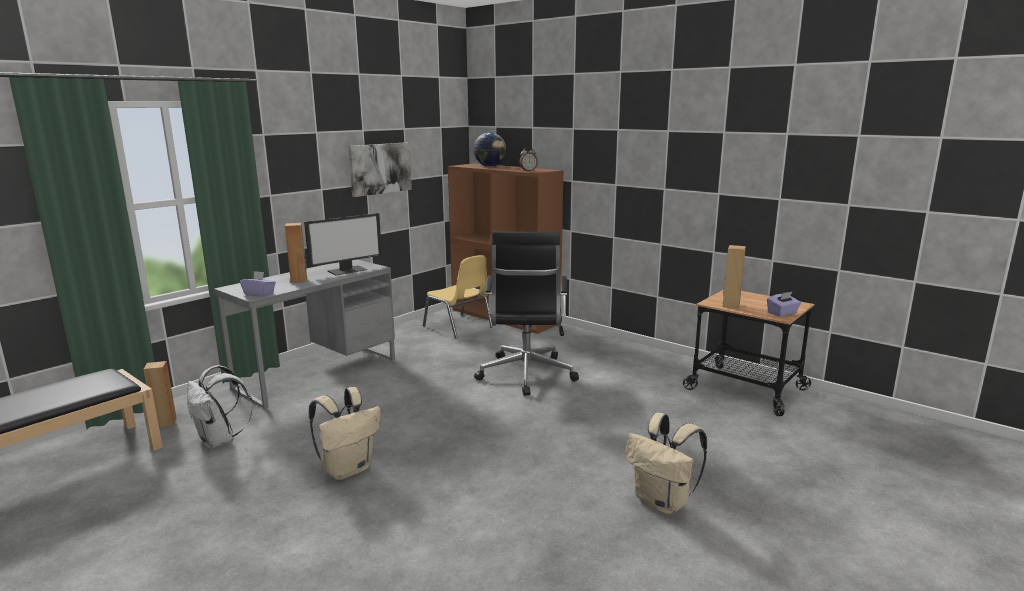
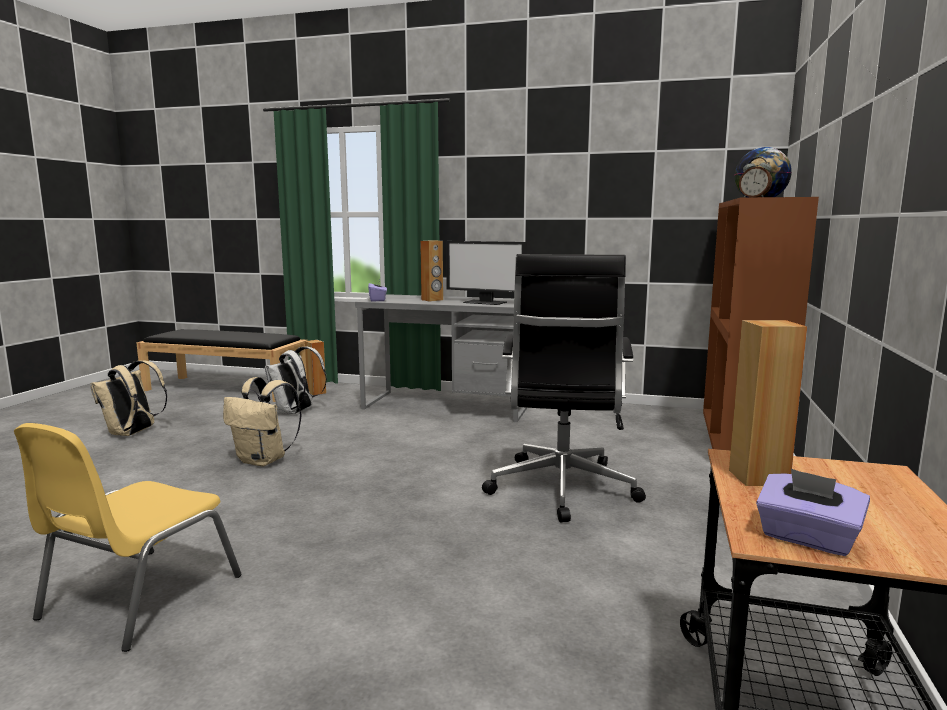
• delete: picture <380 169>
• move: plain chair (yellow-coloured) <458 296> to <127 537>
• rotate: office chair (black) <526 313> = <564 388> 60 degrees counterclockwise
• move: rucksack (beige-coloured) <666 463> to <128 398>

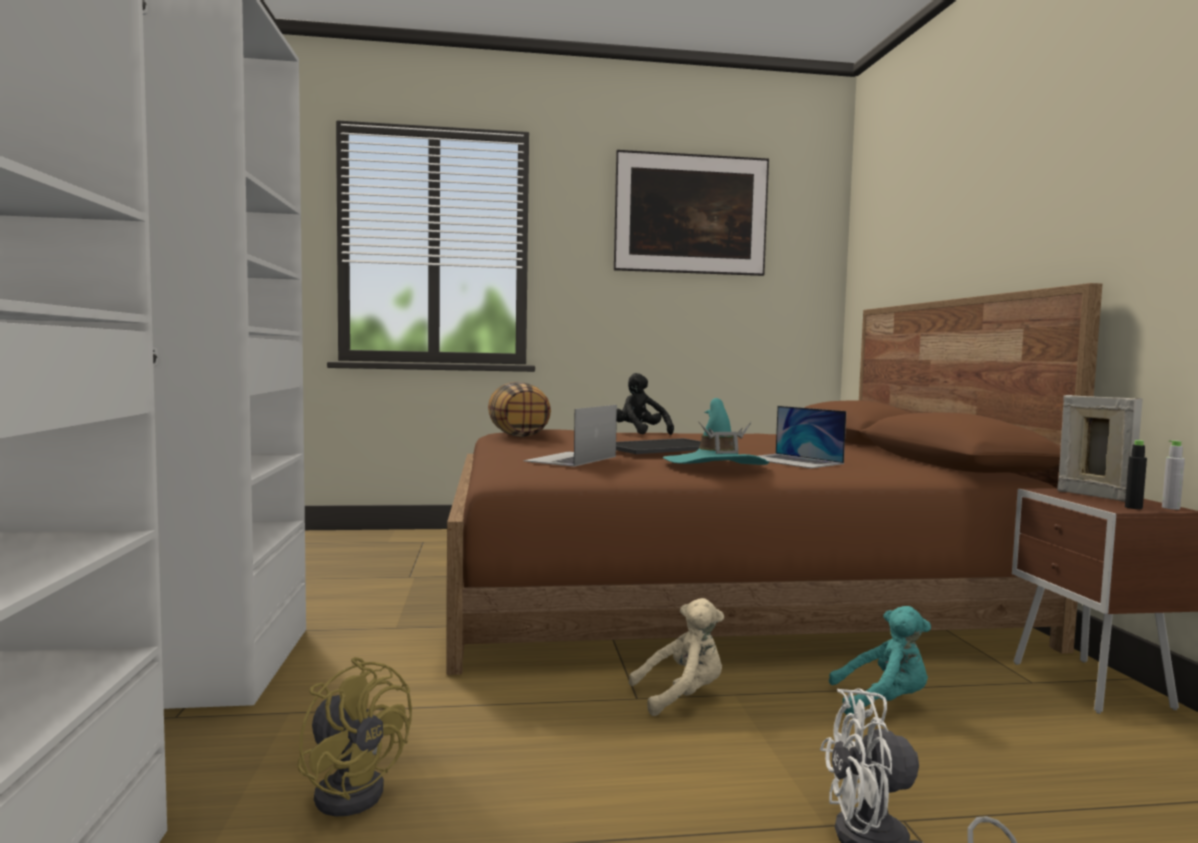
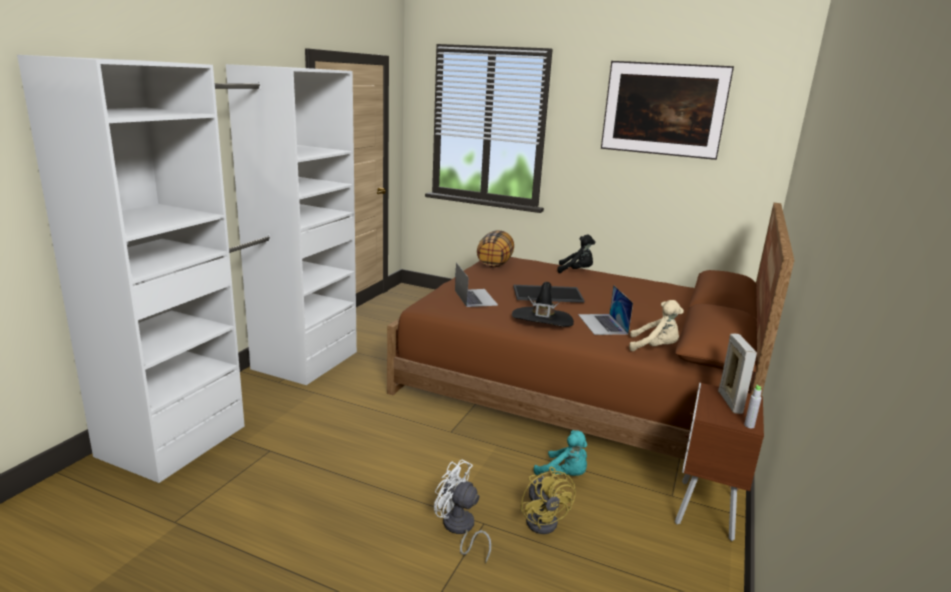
• move: electric fan (yellow-coloured) <354 736> to <548 500>
• rotate: portable computer <570 436> = <476 285> 105 degrees clockwise
• rotate: soft toy (black) <645 404> = <576 254> 105 degrees clockwise
• move: soft toy (beige-coloured) <676 657> to <656 325>
• recolor: hat (turquoise) <716 431> to hat (black) <543 304>
• delete: beverage bottle (black) <1136 474>

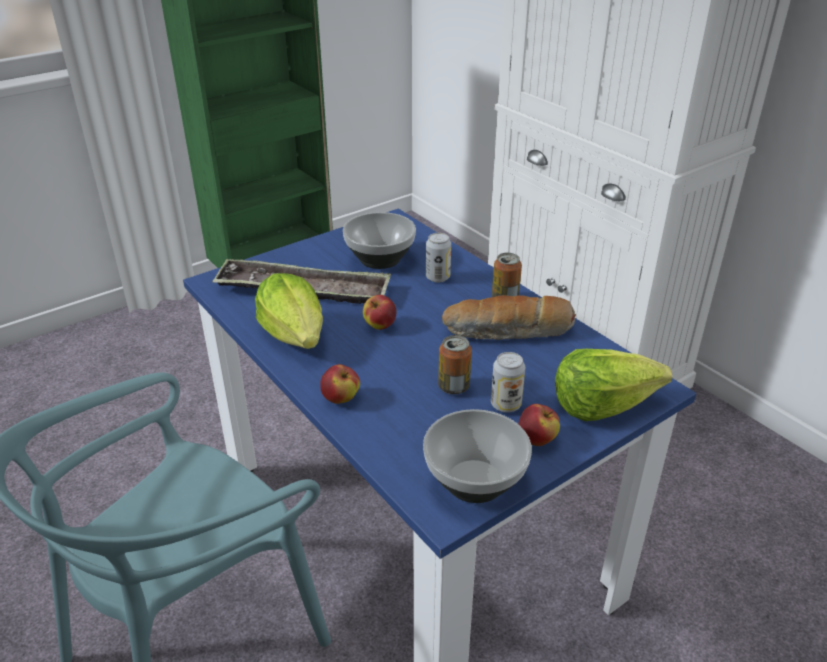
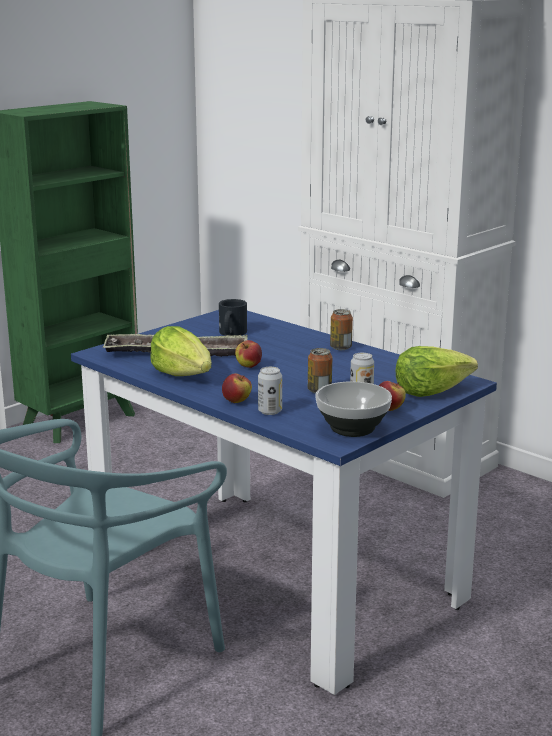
• replace: deep dish <379 240> to coffee mug (black) <233 317>
• move: can <438 257> to <270 391>
• delete: bakery bread <509 317>

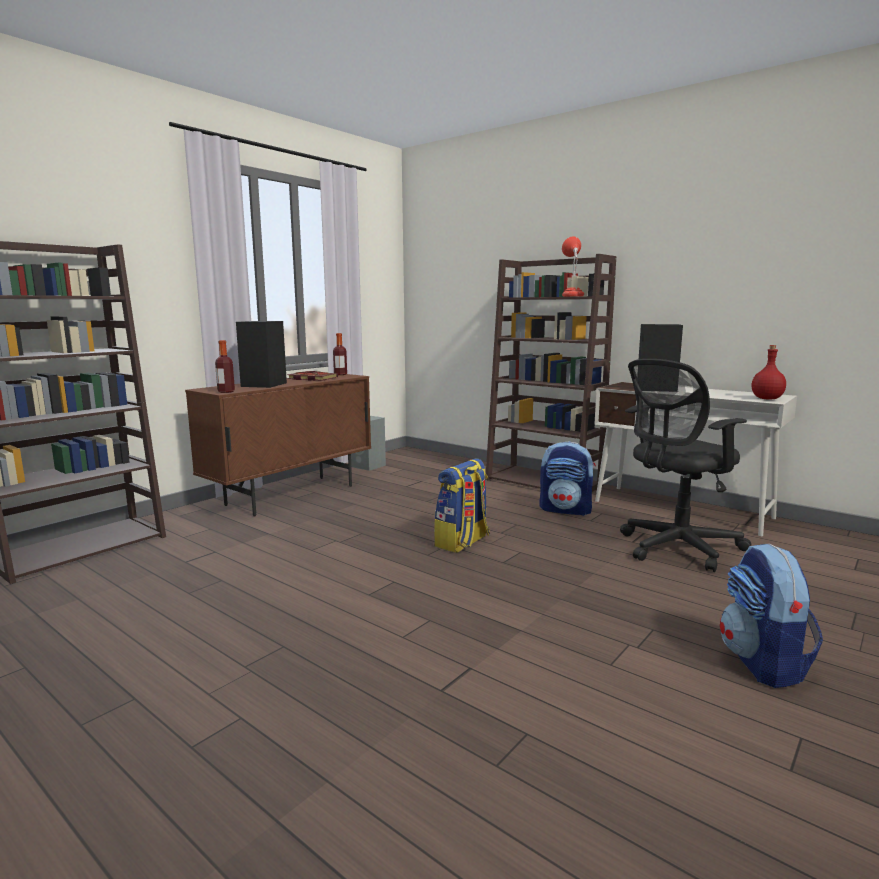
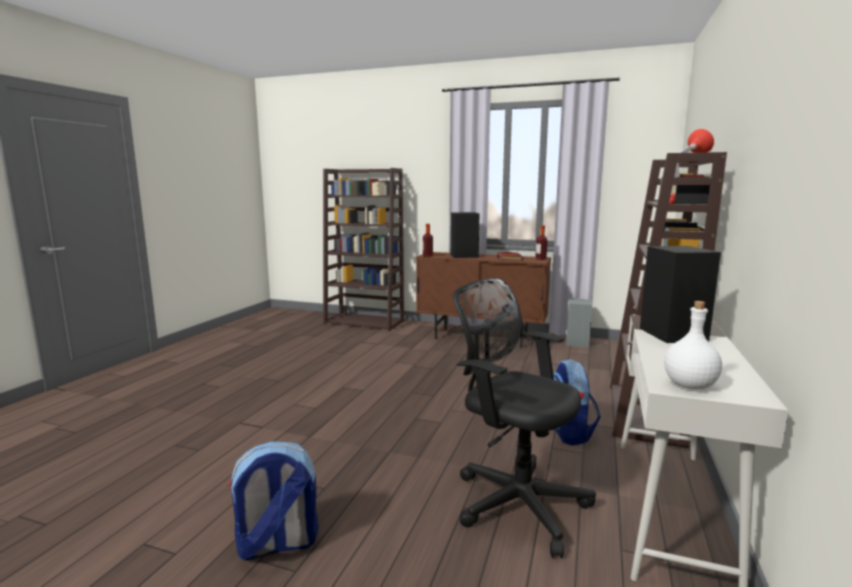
• delete: rucksack <462 505>
• recolor: beverage bottle (reddish) <769 372> to beverage bottle (whitish) <693 345>

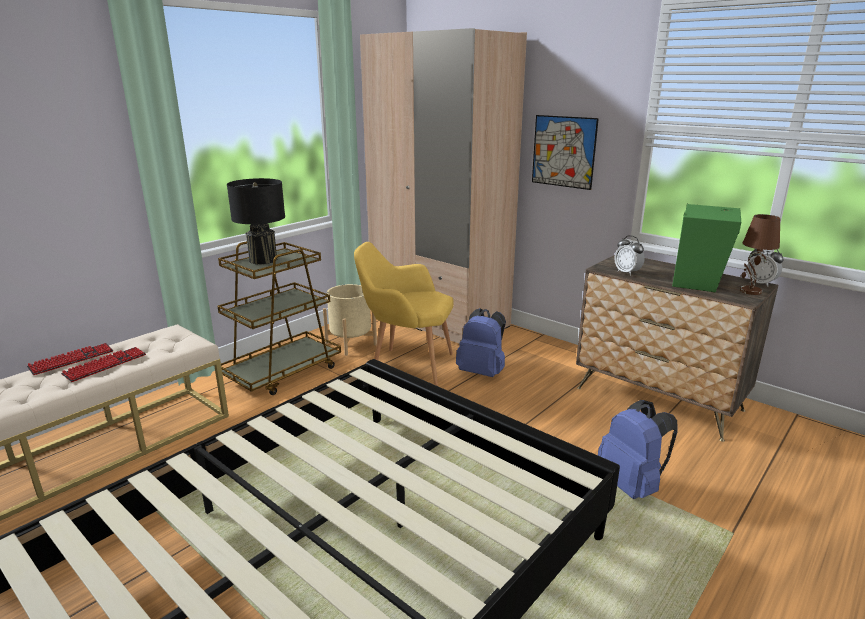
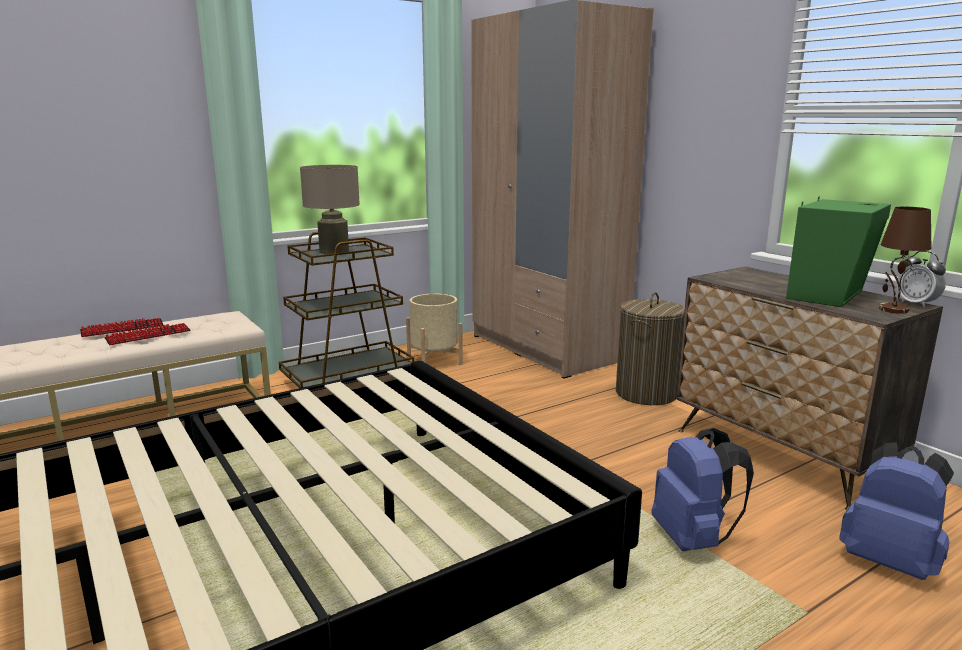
• recolor: table lamp (black) <256 221> to table lamp (beige-coloured) <330 209>
• delete: easy chair (yellow-coloured) <404 314>
• move: rucksack (blue) <481 342> to <896 511>
• delete: picture <565 152>
• delete: bedside clock <629 255>
• insert: laundry basket <650 348>

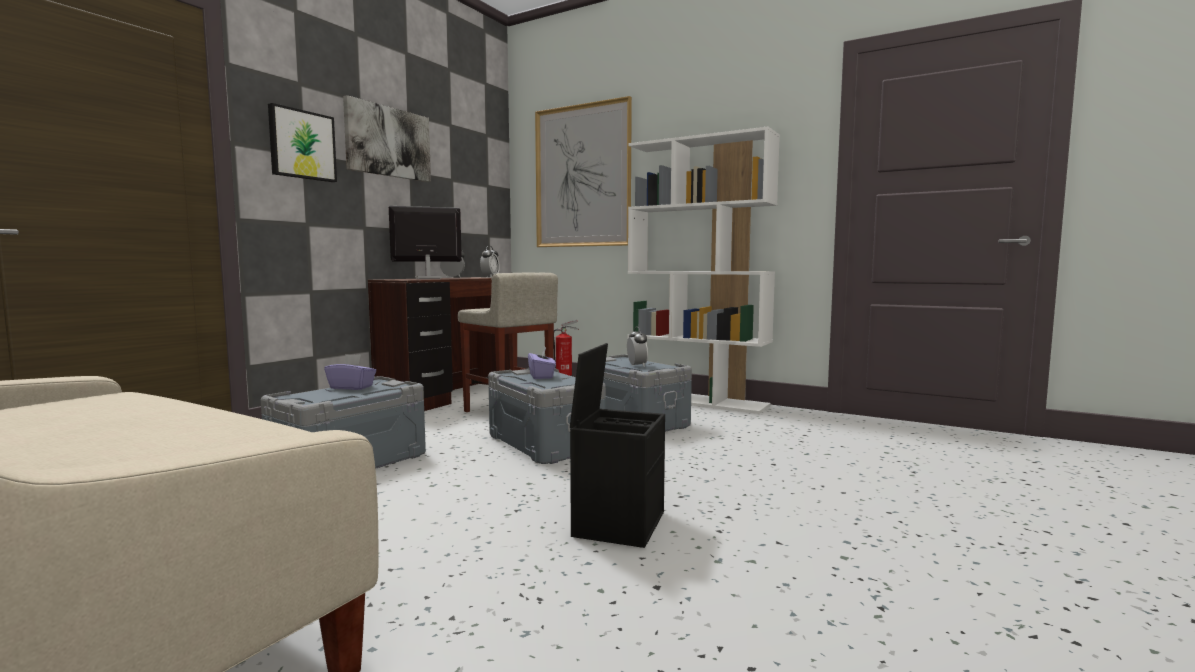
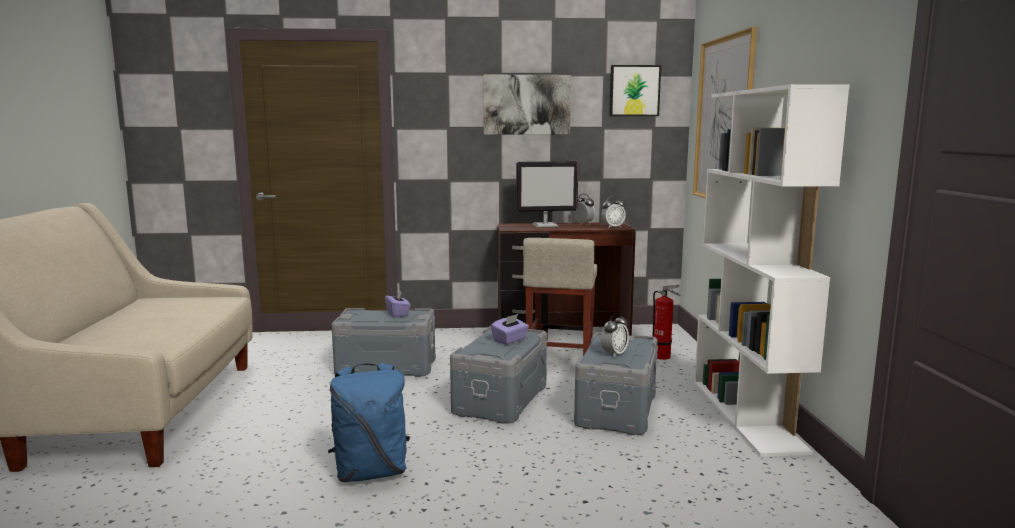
• move: picture <302 142> to <635 90>
• rotate: computer display <425 242> = <547 194> 135 degrees clockwise
• replace: storage container (black) <617 445> to rucksack (blue) <369 422>

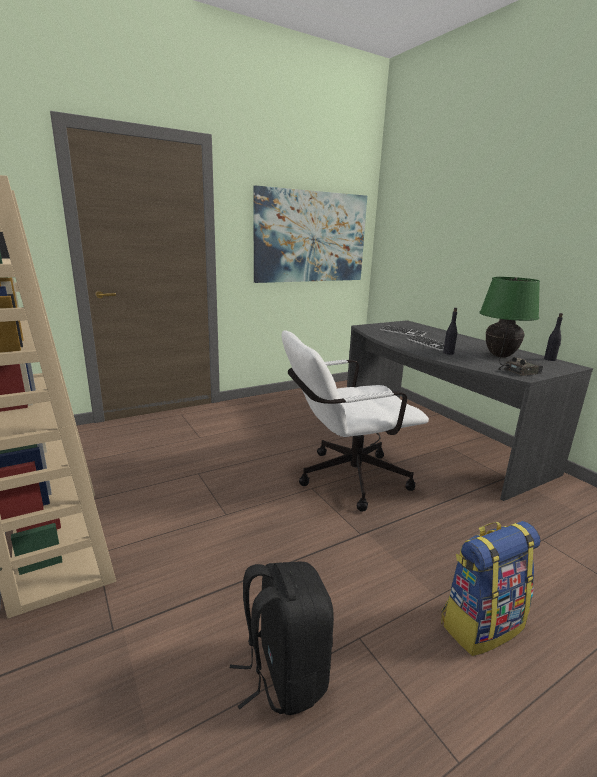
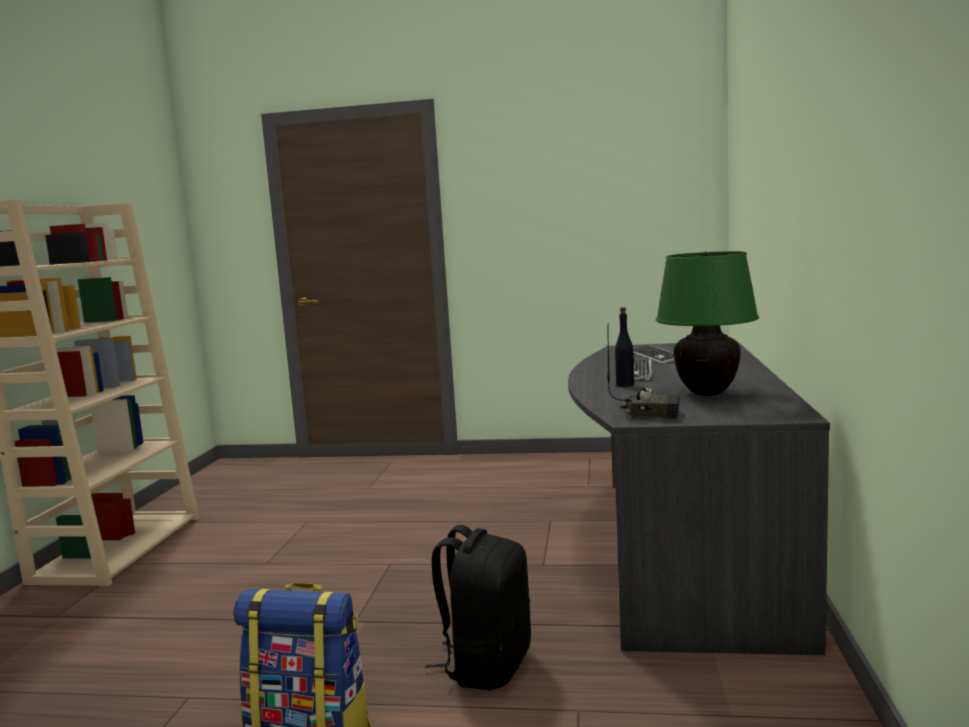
• move: rucksack (black) <282 638> to <478 607>
• delete: picture <310 234>
• delete: office chair (whitish) <355 421>
• delete: beverage bottle (black) <553 337>

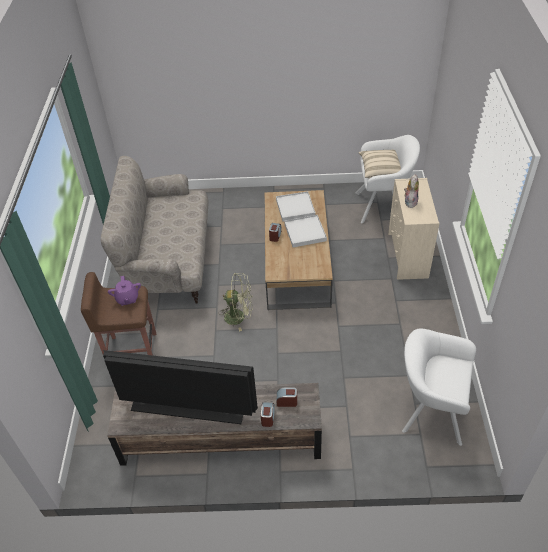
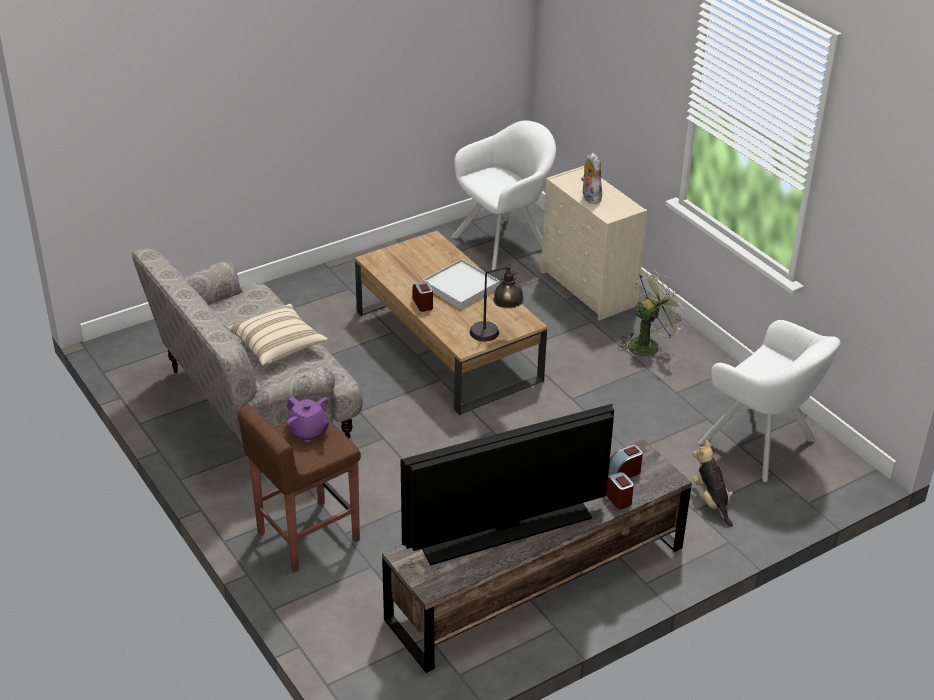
• move: electric fan (green-coloured) <236 302> to <652 314>
• delete: serving tray (whitish) <296 206>
• move: throw pillow (beige-coloured) <380 164> to <277 335>
• rotate: easy chair (whitish) <439 387> = <769 401> 120 degrees counterclockwise
• insert: table lamp <497 302>
• insert: soft toy <712 483>

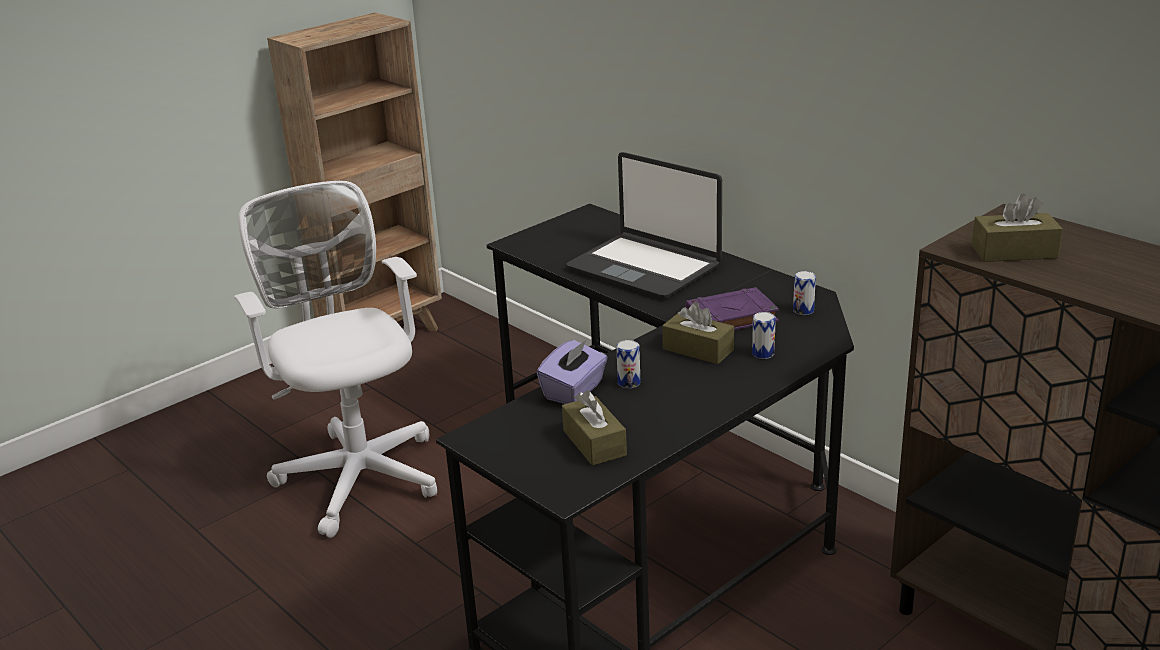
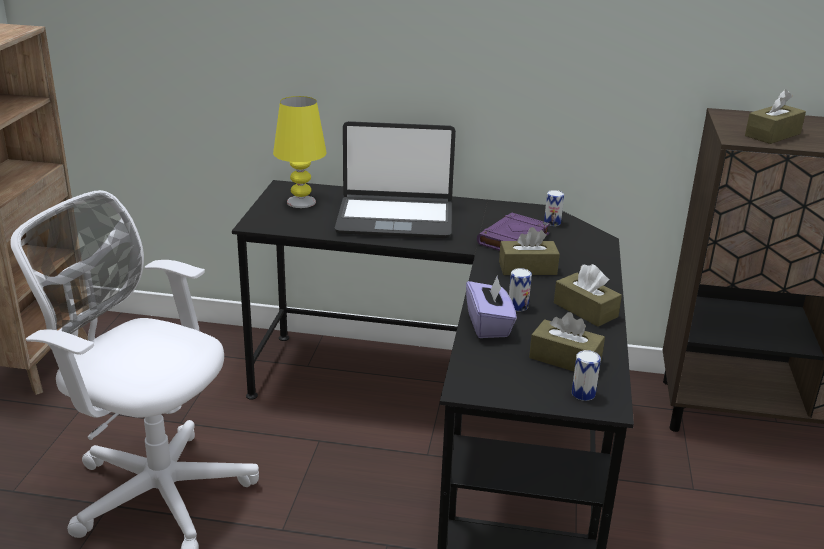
• move: can <764 335> to <586 375>
• insert: table lamp (yellow-coloured) <300 152>
• insert: tissue holder (brown) <588 295>

